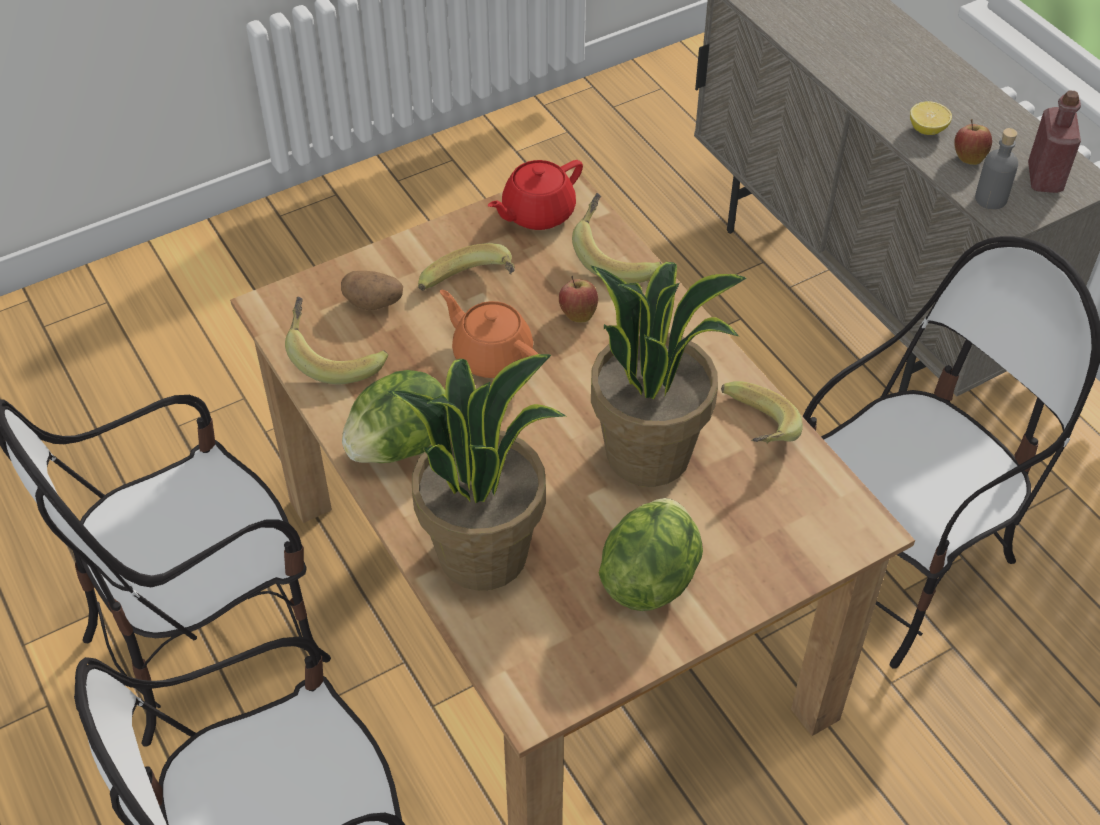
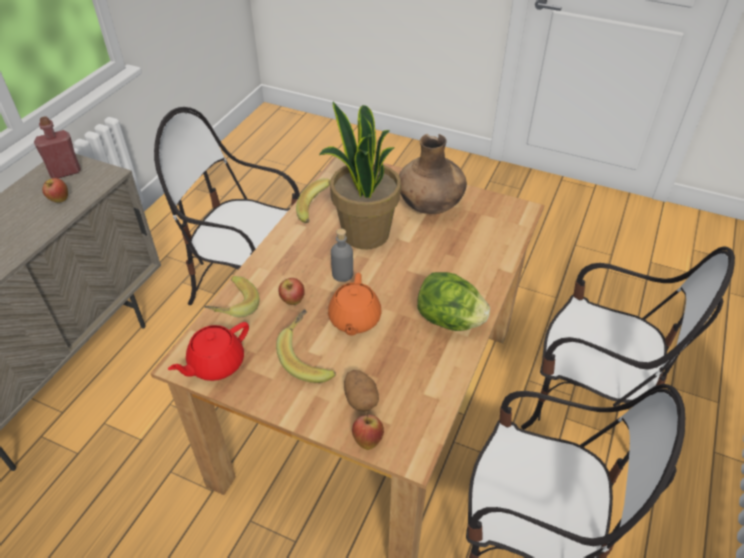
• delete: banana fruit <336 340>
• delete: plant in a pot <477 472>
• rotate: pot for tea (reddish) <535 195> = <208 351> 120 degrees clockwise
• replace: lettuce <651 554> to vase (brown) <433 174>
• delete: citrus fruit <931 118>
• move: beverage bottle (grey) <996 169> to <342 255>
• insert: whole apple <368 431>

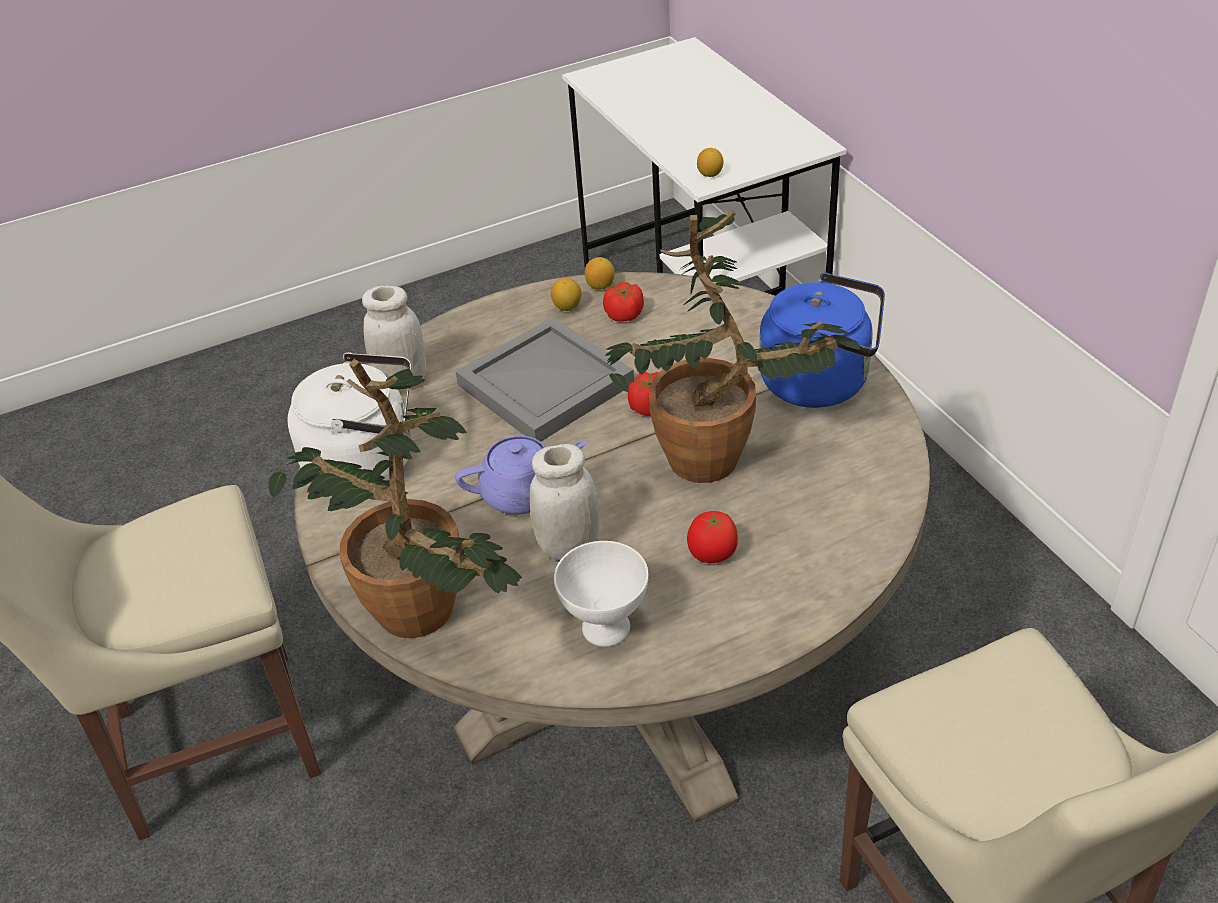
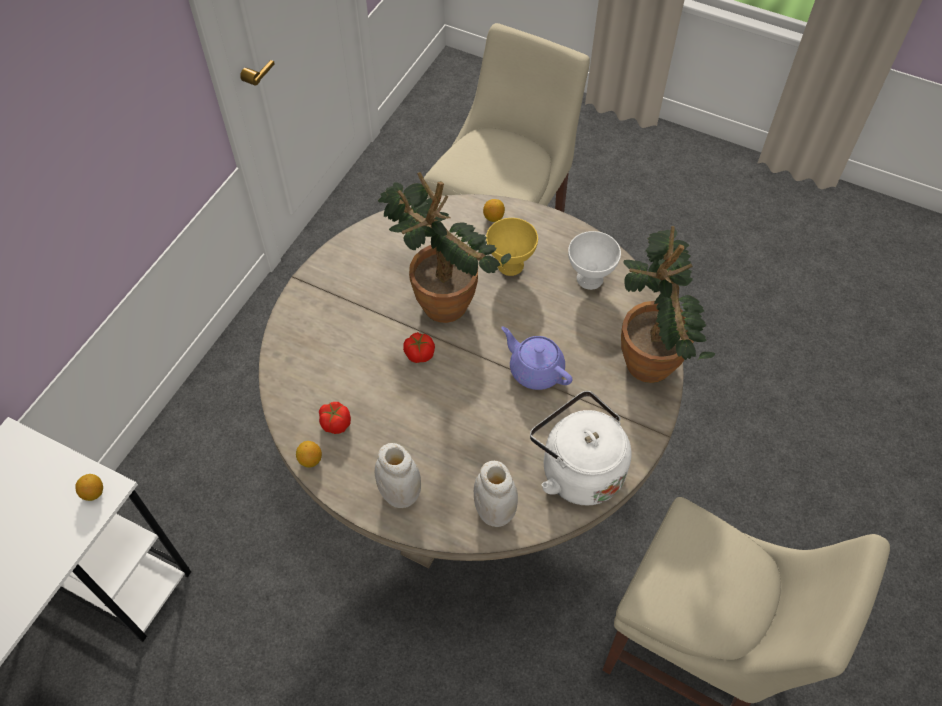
• delete: serving tray (grey) <544 379>
• move: jar (whitish) <564 502> to <398 475>
• move: citrus fruit <566 294> to <494 210>
• replace: whole tomato <712 537> to deep dish (yellow-coloured) <512 247>
• delete: tea kettle (blue) <822 340>

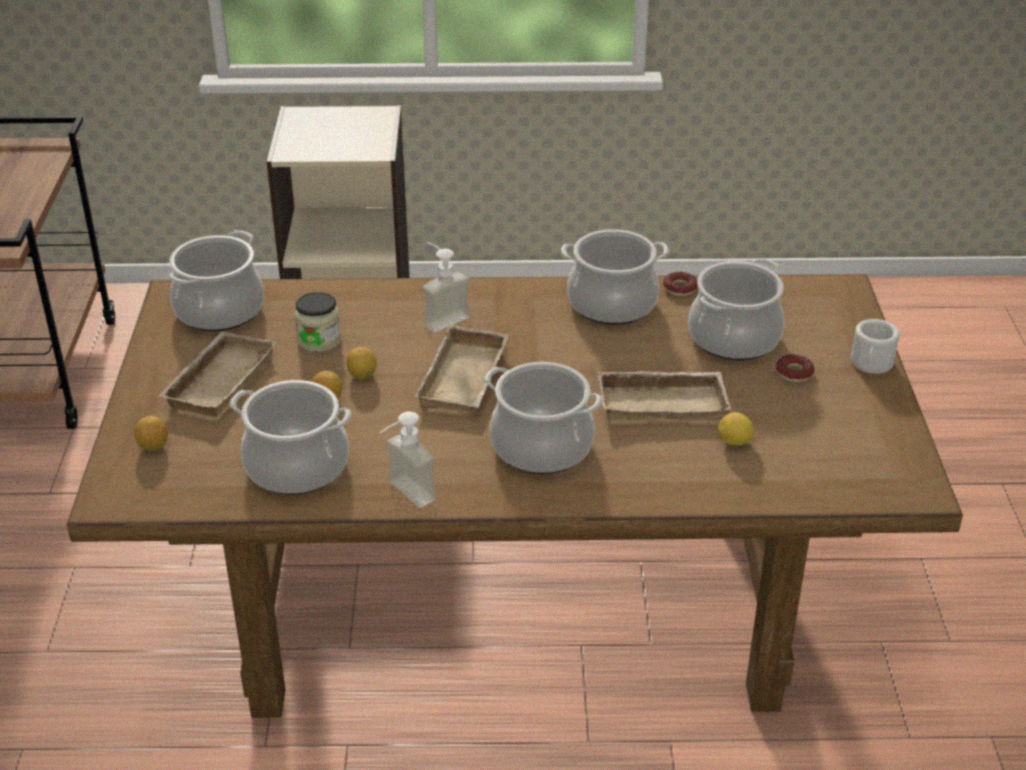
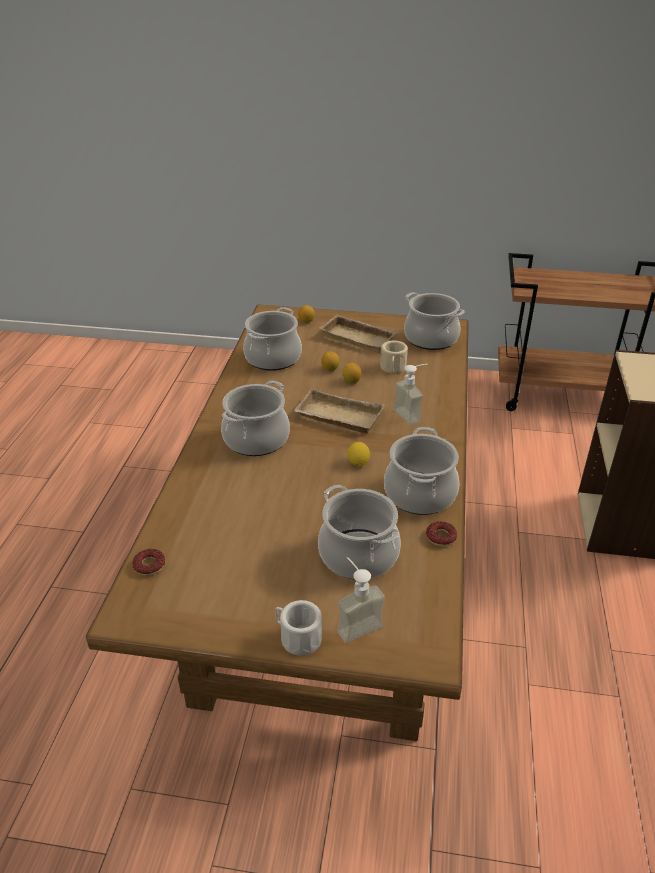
• replace: jar <318 322> to coffee mug (beige-coloured) <394 357>
• move: liquid soap bottle <407 459> to <361 600>
• delete: serving tray (beige-coloured) <664 395>
• move: citrus fruit <736 428> to <358 454>
• move: donut <795 368> to <148 562>

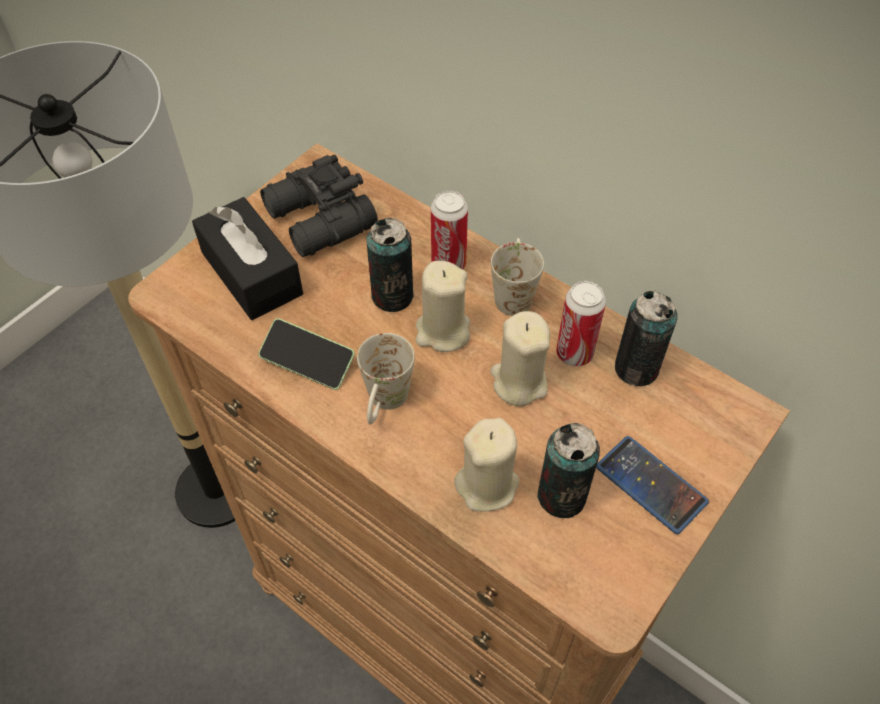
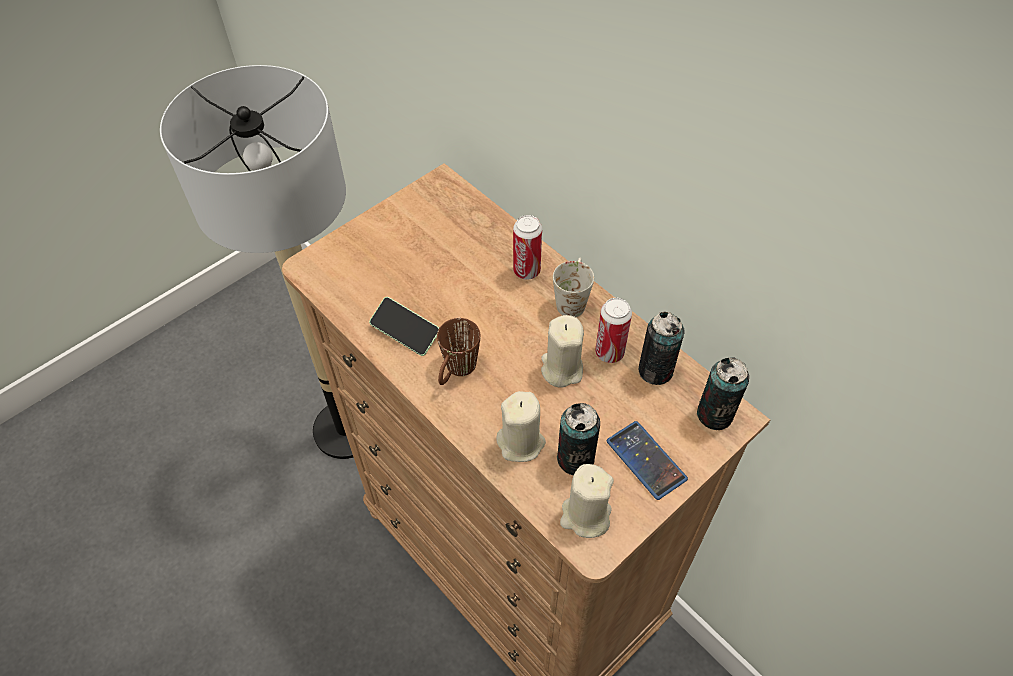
• delete: tissue holder (black) <247 258>
• delete: binoculars (black) <319 206>
• recolor: coffee mug (whitish) <386 378> to coffee mug (brown) <459 351>
• move: can <390 265> to <723 393>
• move: candle (beige-coloured) <443 306> to <587 501>

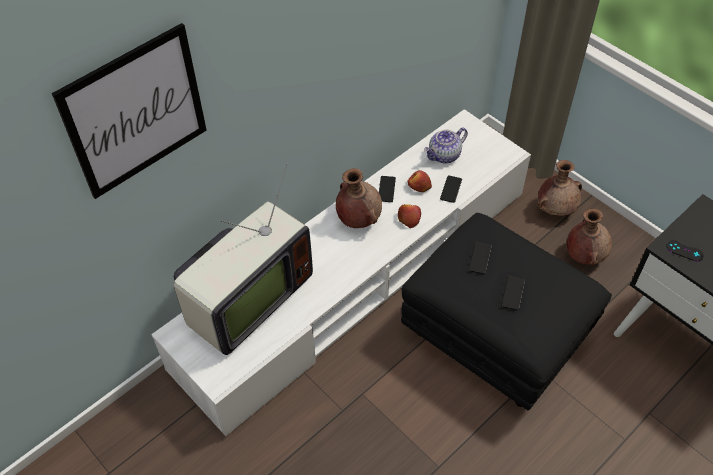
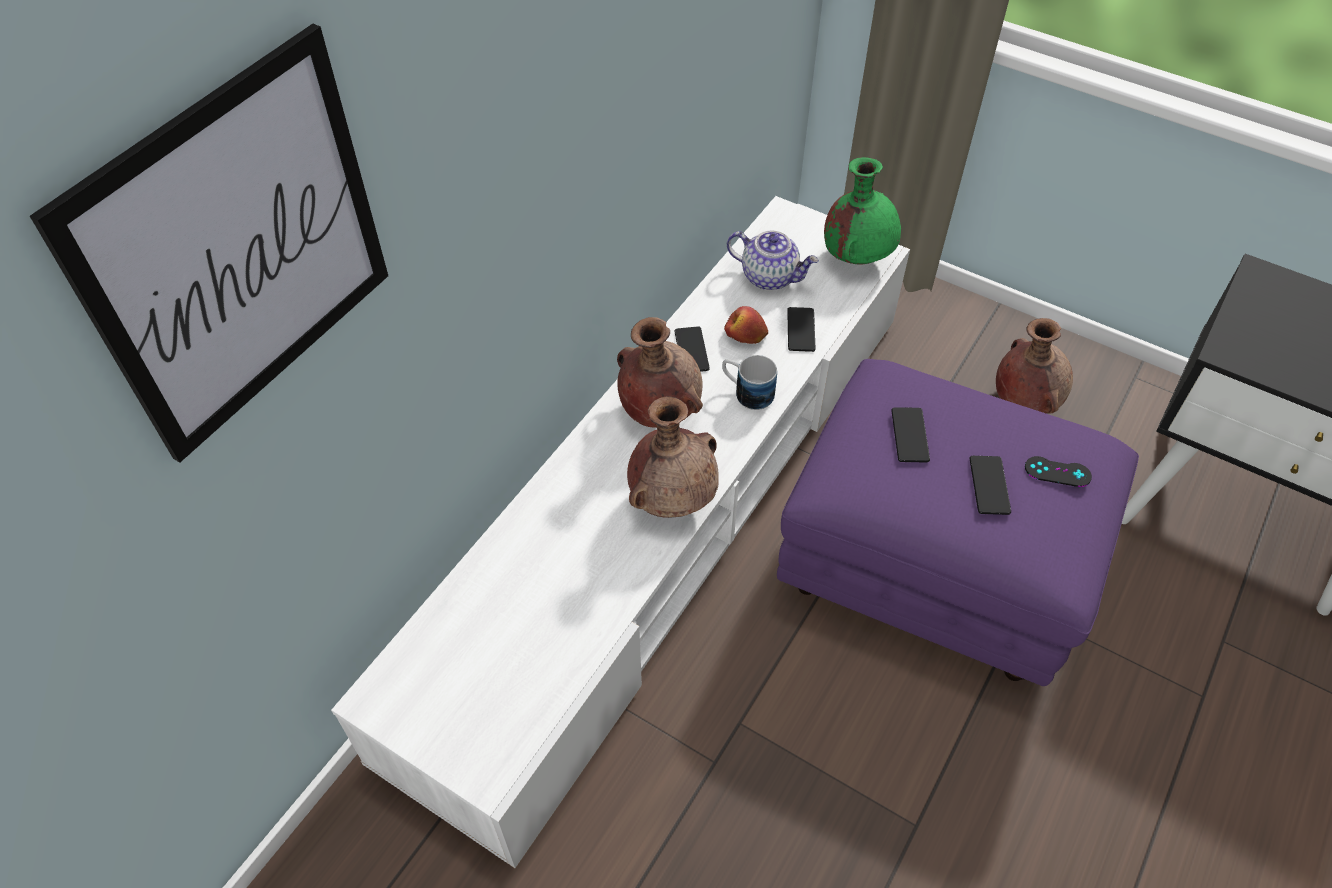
• delete: television <243 259>
• replace: whole apple <409 216> to coffee mug <749 382>
• recolor: footrest (black) <506 311> to footrest (purple) <958 522>
• rotate: pot for tea <446 145> = <773 260> 105 degrees counterclockwise
• move: vase (brown) <560 188> to <673 457>
• move: gamepad (black) <685 250> to <1058 471>
• insert: vase (green-coloured) <862 211>

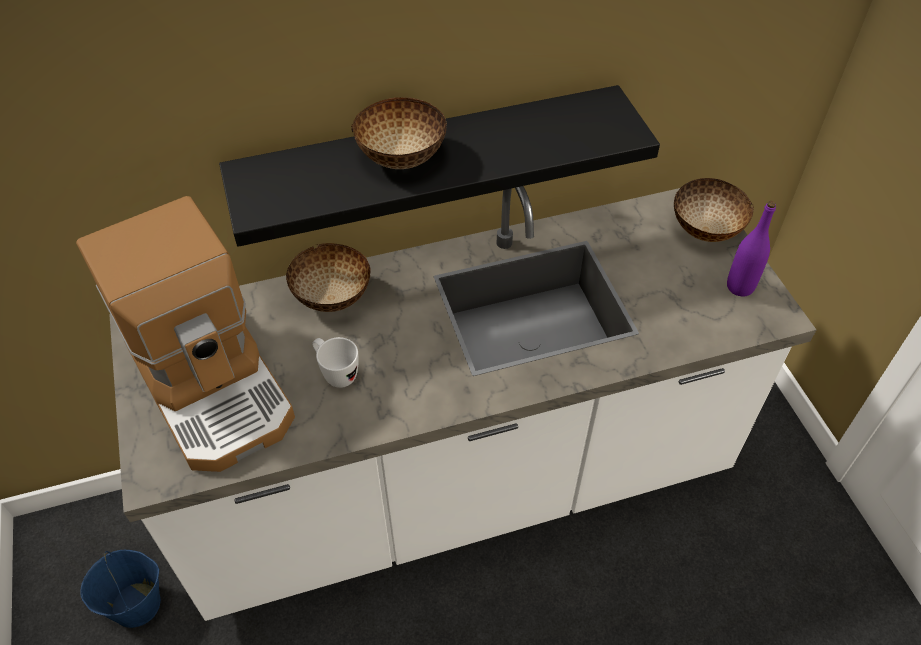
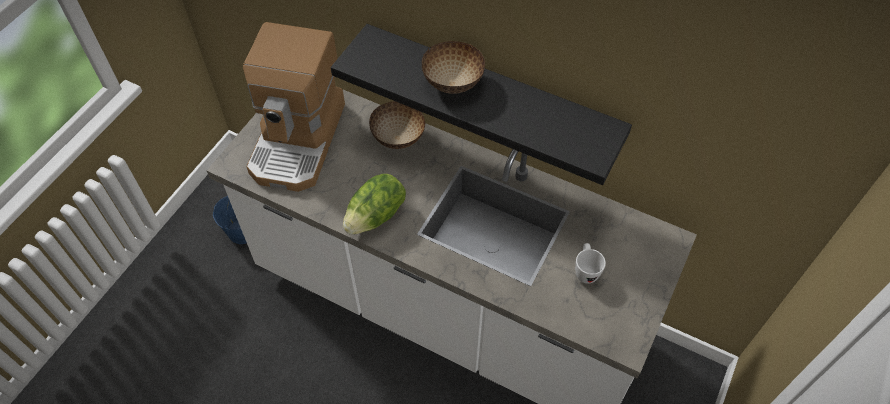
• move: coffee mug (whitish) <335 362> to <590 263>
• delete: deep dish <714 210>
• delete: beverage bottle (purple) <751 249>
• insert: lettuce <374 204>

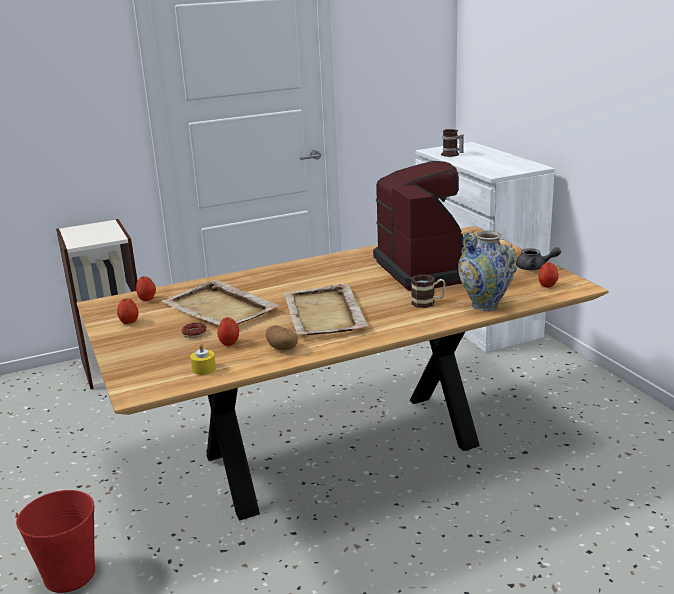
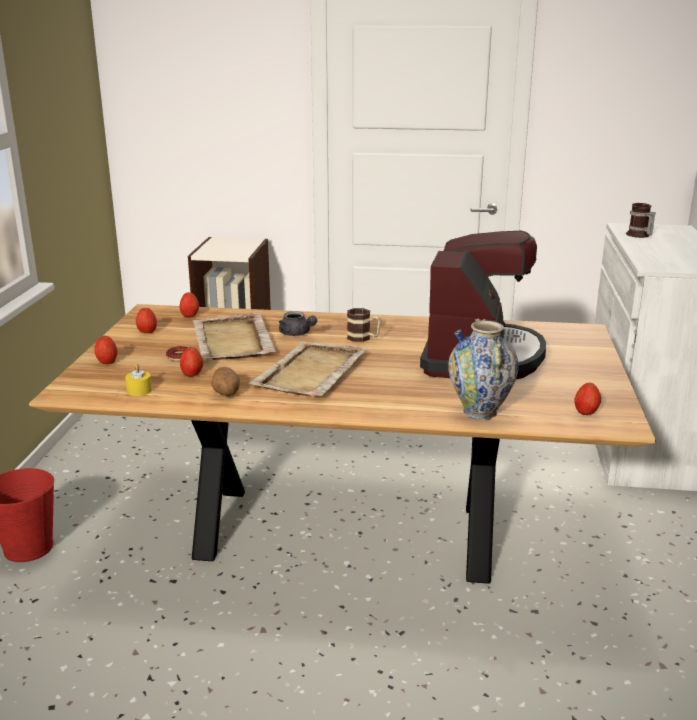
• move: coffee mug <428 291> to <364 325>
• move: pot for tea (grey) <538 258> to <298 323>
• insert: whole apple <106 350>

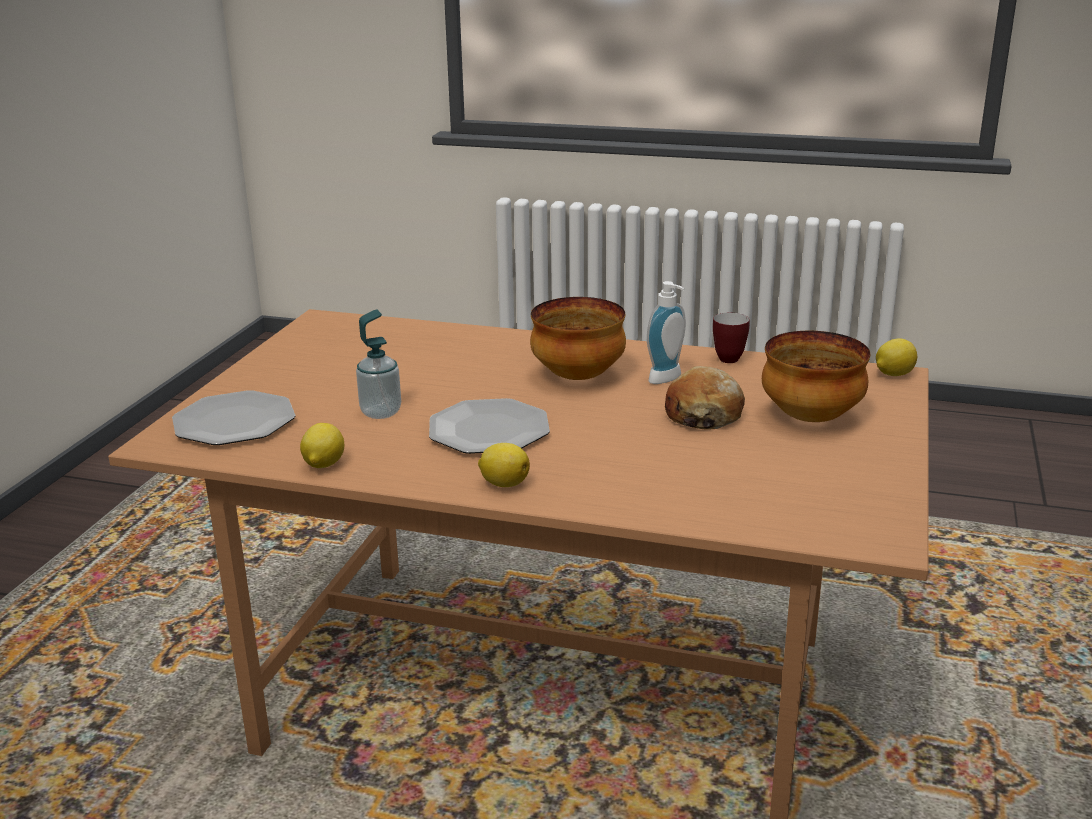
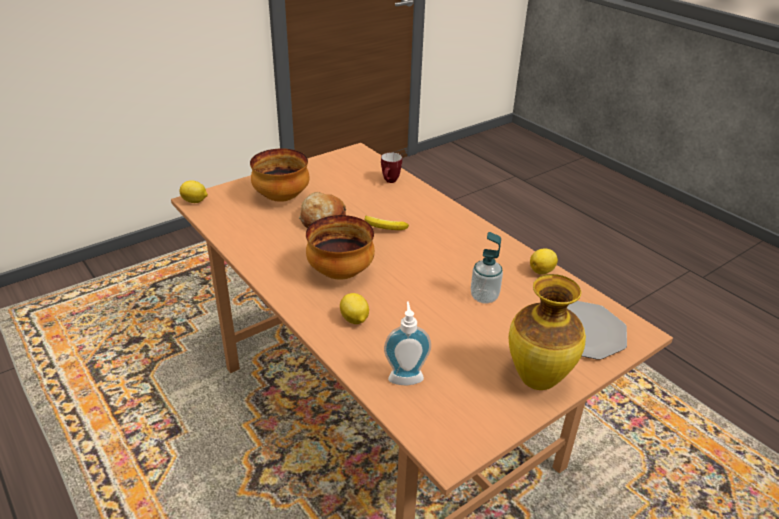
• delete: plate <489 426>
• move: citrus fruit <504 465> to <354 308>
• move: liquid soap bottle <666 332> to <407 344>
• move: coffee mug <731 338> to <391 167>
• insert: banana fruit <386 223>
• insert: vase <547 332>

